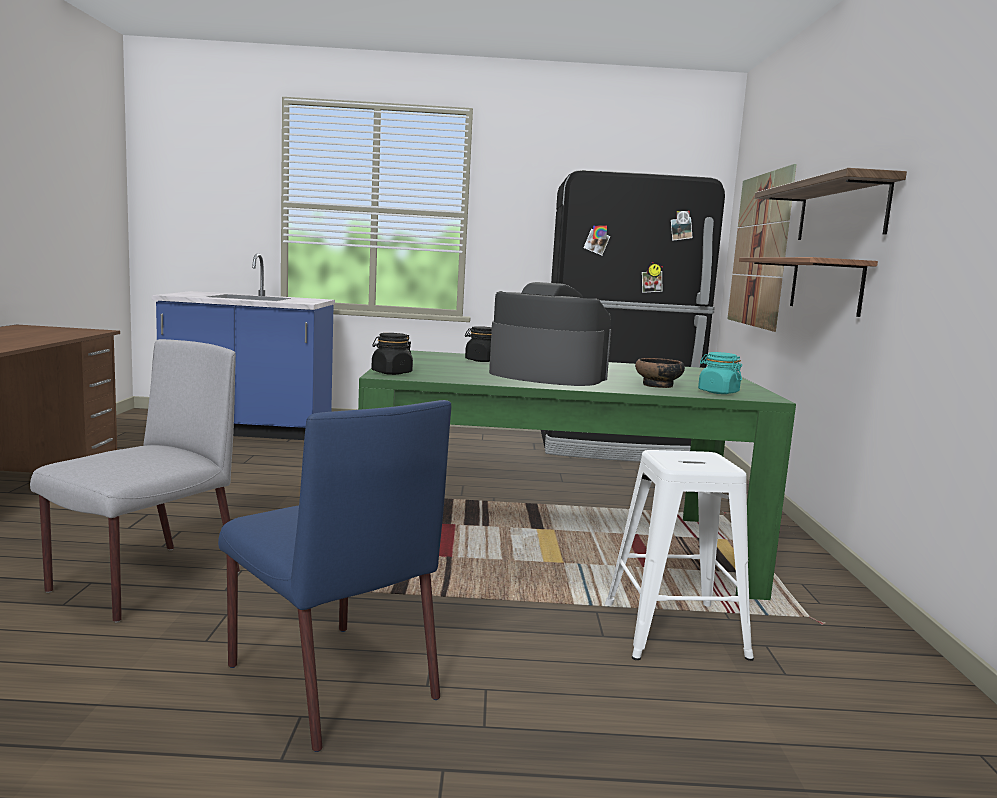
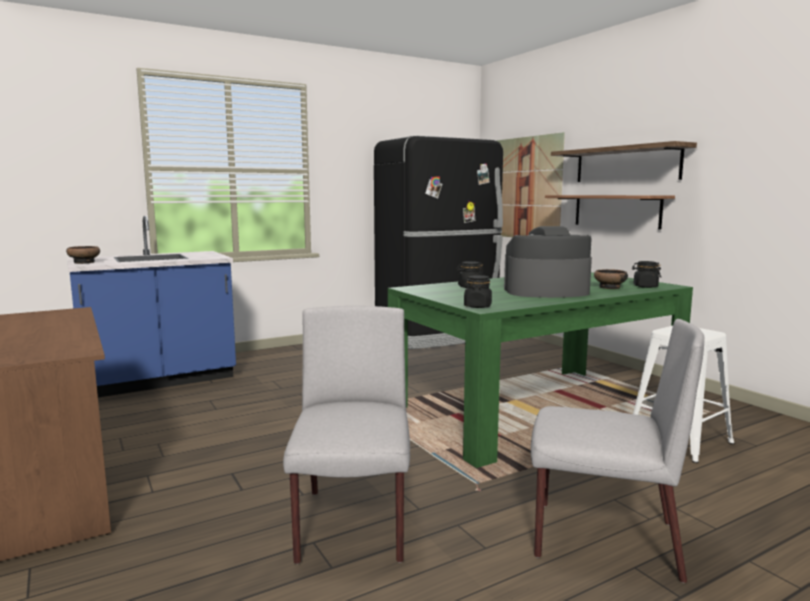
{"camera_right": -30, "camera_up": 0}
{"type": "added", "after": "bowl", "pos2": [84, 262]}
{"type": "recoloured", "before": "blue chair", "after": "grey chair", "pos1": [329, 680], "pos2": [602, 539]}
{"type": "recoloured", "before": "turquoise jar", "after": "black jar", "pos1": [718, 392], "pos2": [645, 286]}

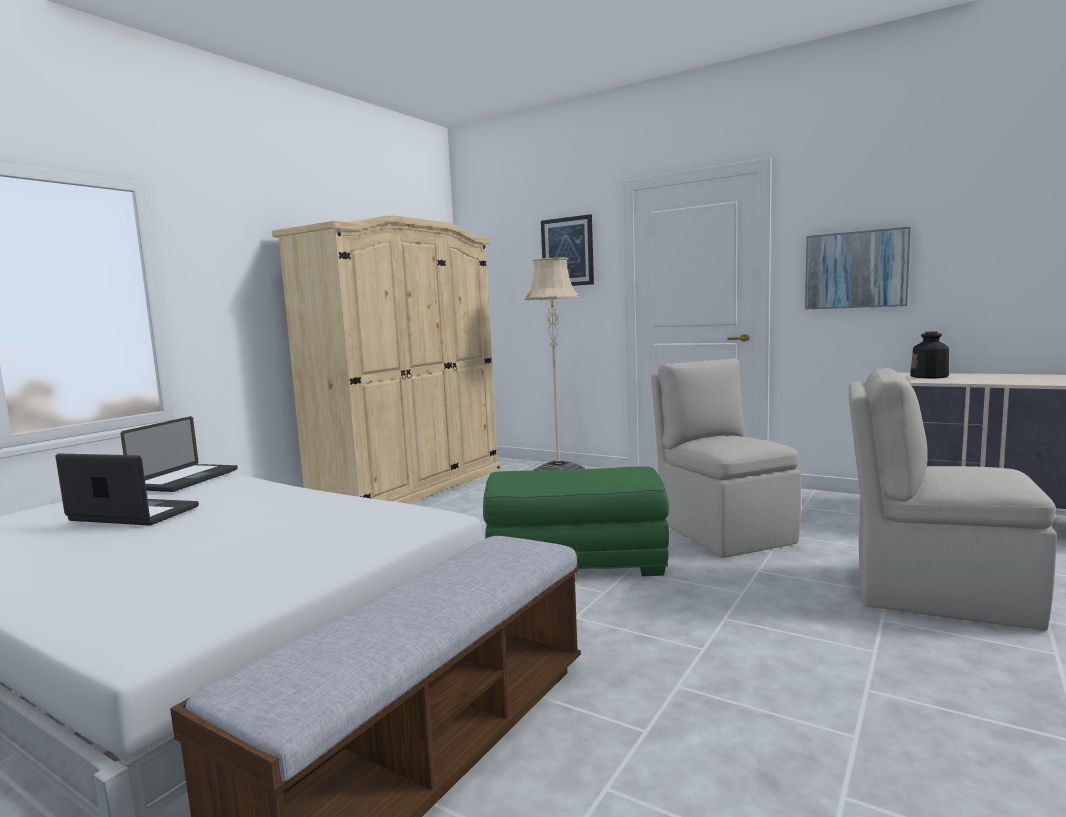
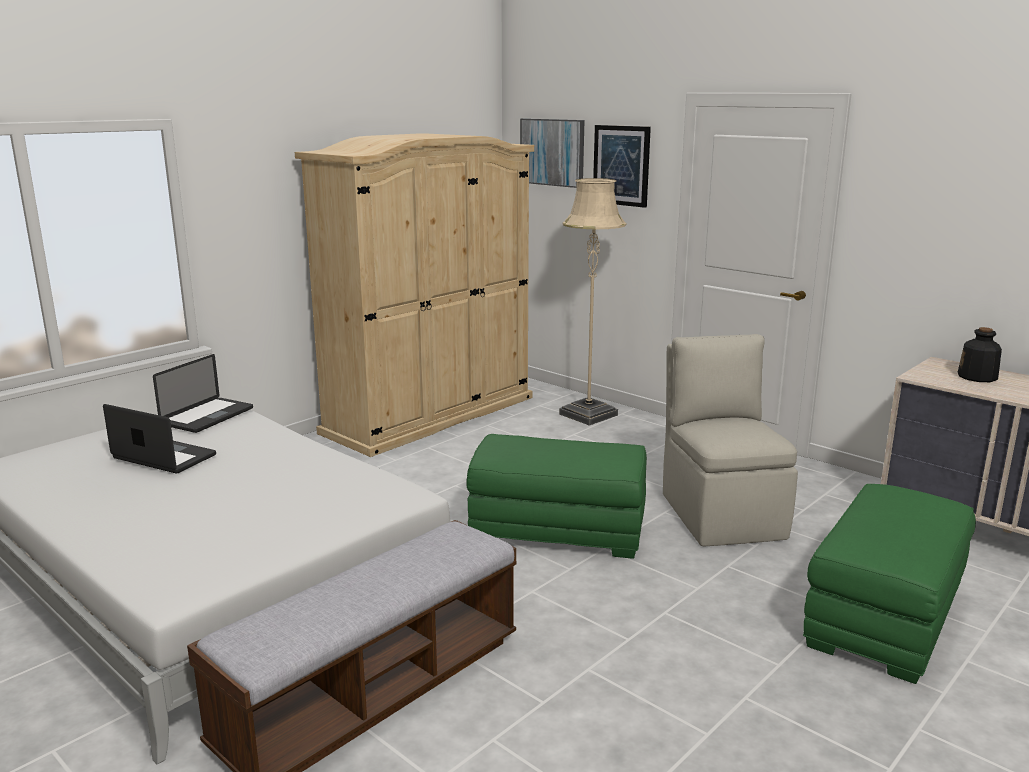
{"camera_right": 10, "camera_up": 10}
{"type": "moved", "before": "picture", "pos1": [856, 270], "pos2": [552, 152]}
{"type": "replaced", "before": "beige chair", "after": "green ottoman", "pos1": [935, 593], "pos2": [883, 616]}

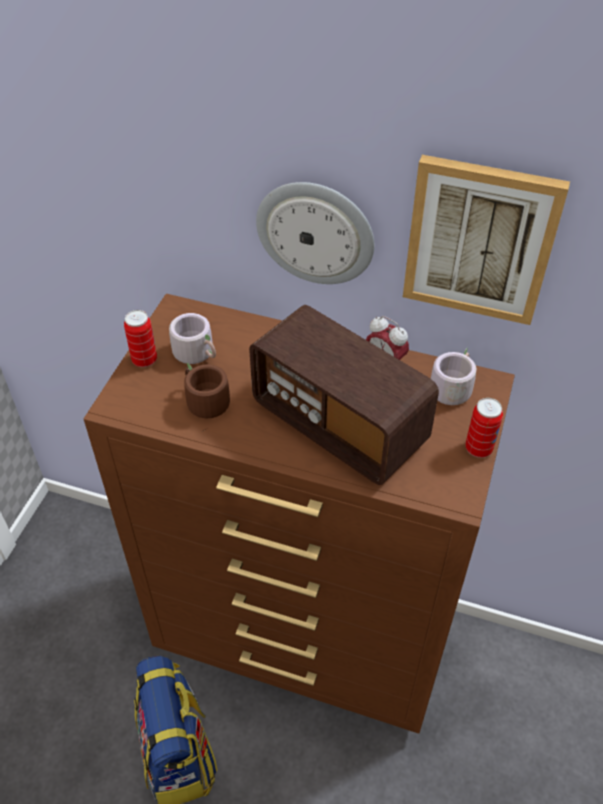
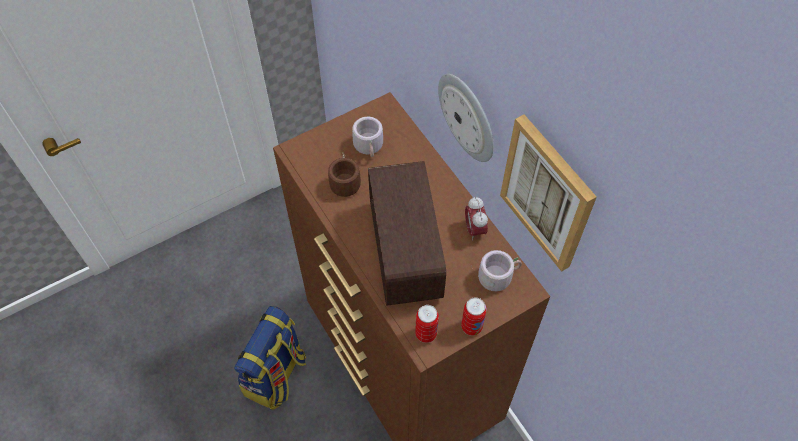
{"camera_right": 40, "camera_up": 10}
{"type": "moved", "before": "can", "pos1": [144, 360], "pos2": [426, 334]}

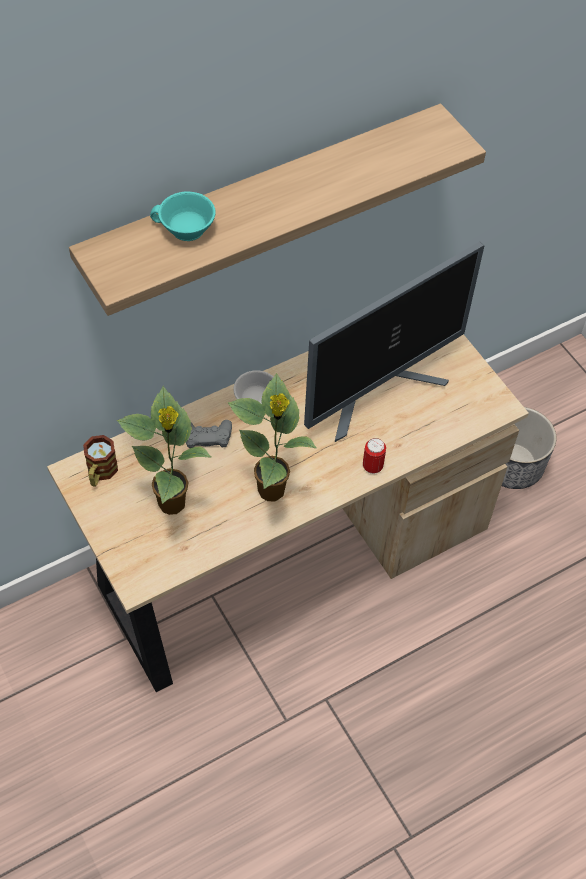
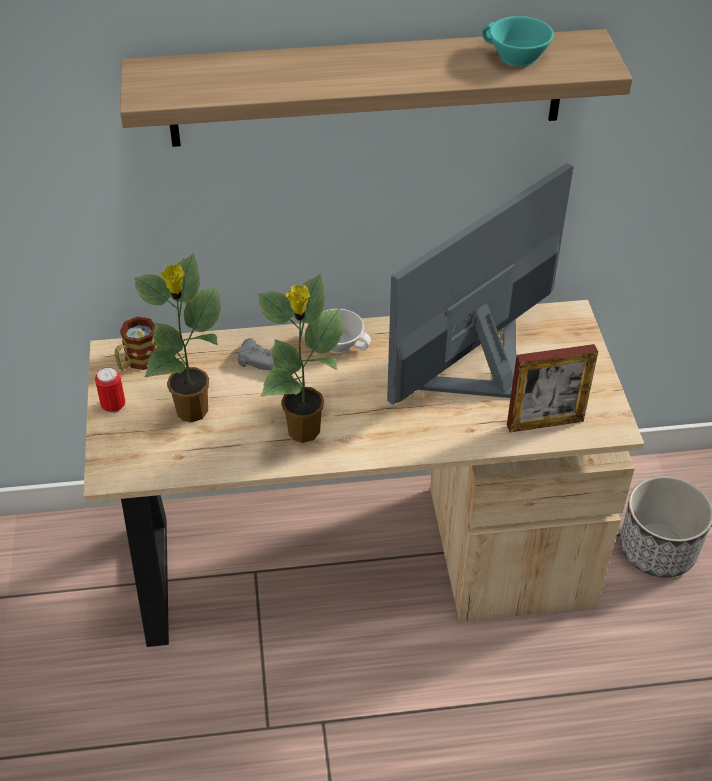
{"camera_right": 25, "camera_up": -10}
{"type": "added", "after": "picture frame", "pos2": [545, 423]}
{"type": "moved", "before": "turquoise cup", "pos1": [185, 230], "pos2": [515, 57]}
{"type": "moved", "before": "can", "pos1": [372, 466], "pos2": [113, 406]}
{"type": "turned", "before": "monitor", "pos1": [379, 390], "pos2": [478, 371], "turn": 150}

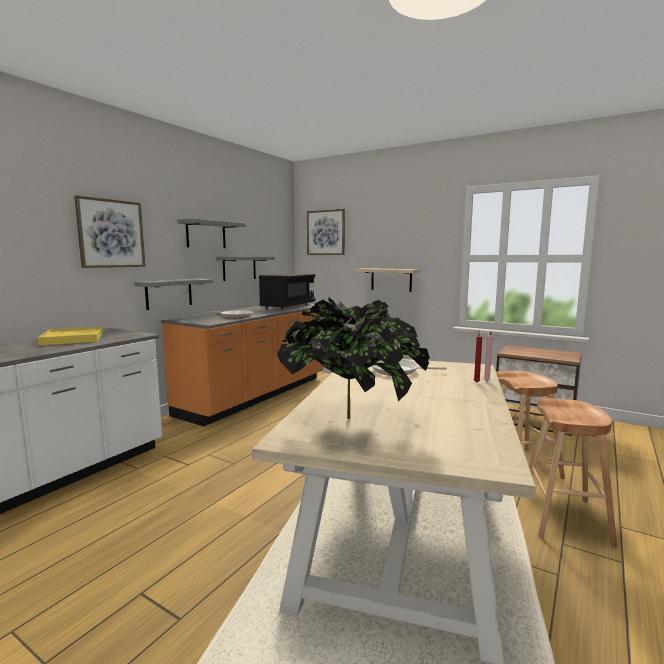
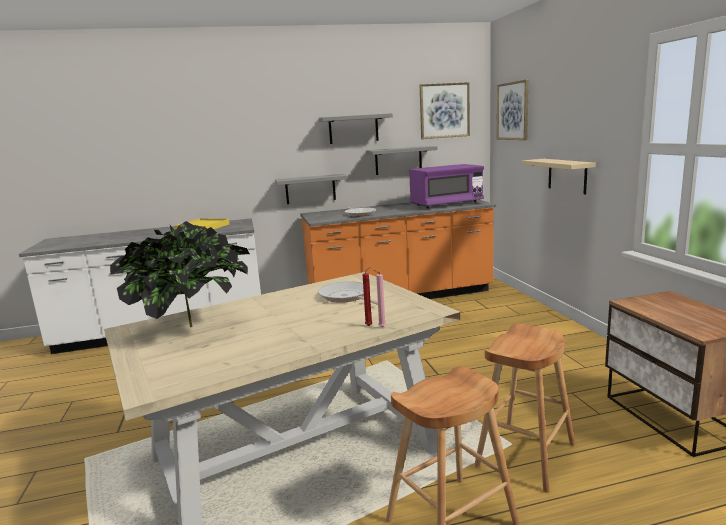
{"camera_right": 45, "camera_up": 5}
{"type": "moved", "before": "picture", "pos1": [111, 233], "pos2": [444, 110]}
{"type": "recoloured", "before": "black microwave", "after": "purple microwave", "pos1": [288, 306], "pos2": [446, 204]}

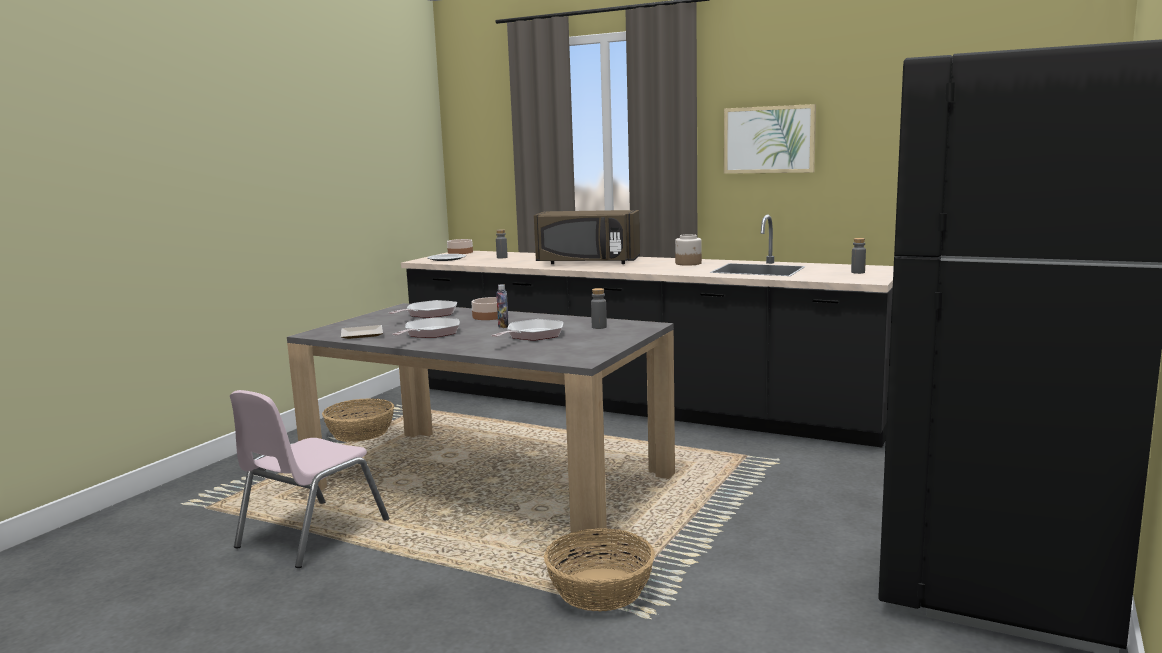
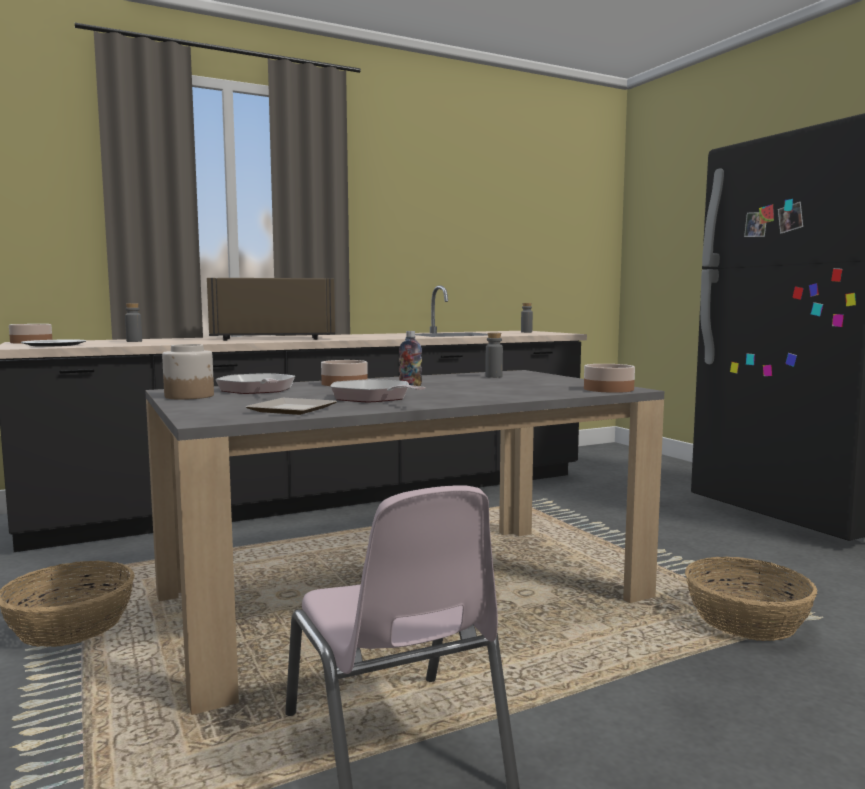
{"camera_right": -55, "camera_up": -5}
{"type": "removed", "before": "frying pan", "pos1": [532, 336]}
{"type": "removed", "before": "picture", "pos1": [769, 139]}
{"type": "added", "after": "bowl", "pos2": [609, 389]}
{"type": "moved", "before": "jar", "pos1": [688, 263], "pos2": [190, 396]}
{"type": "turned", "before": "brown microwave", "pos1": [587, 262], "pos2": [273, 338], "turn": -150}

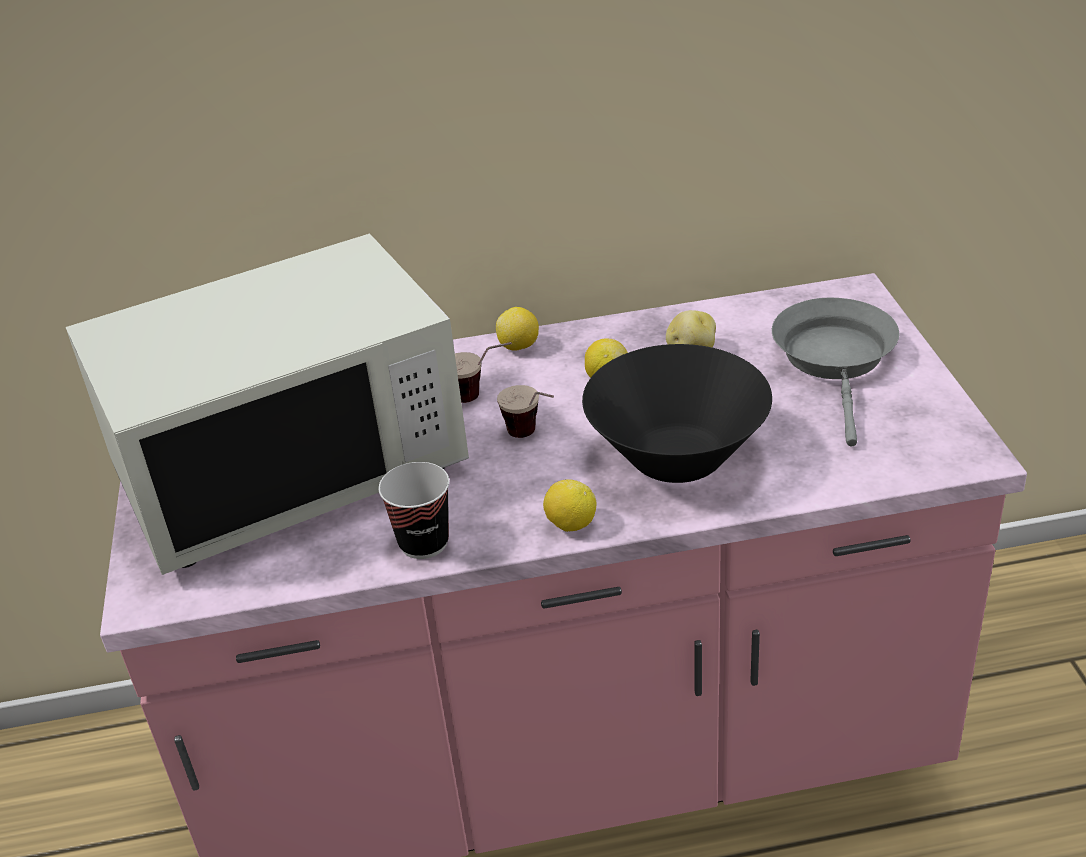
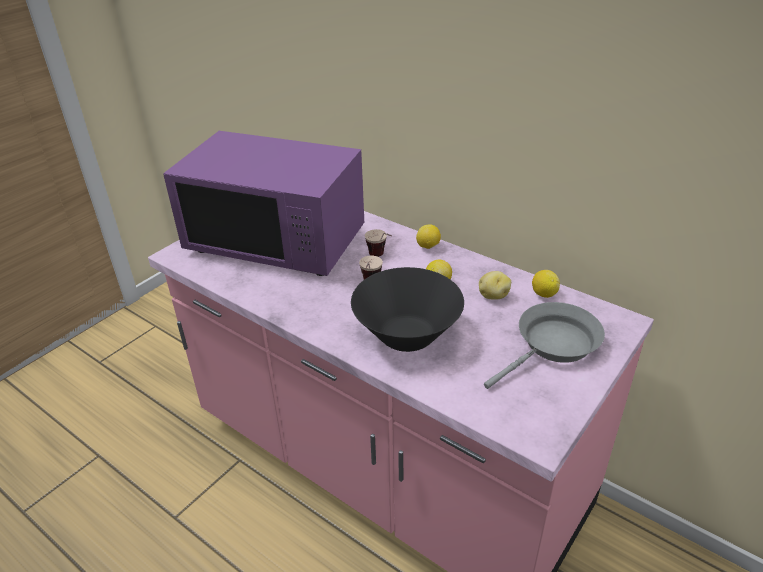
{"camera_right": 45, "camera_up": 0}
{"type": "removed", "before": "cup", "pos1": [424, 543]}
{"type": "moved", "before": "lemon", "pos1": [570, 524], "pos2": [543, 294]}
{"type": "recoloured", "before": "white microwave", "after": "purple microwave", "pos1": [292, 472], "pos2": [277, 242]}

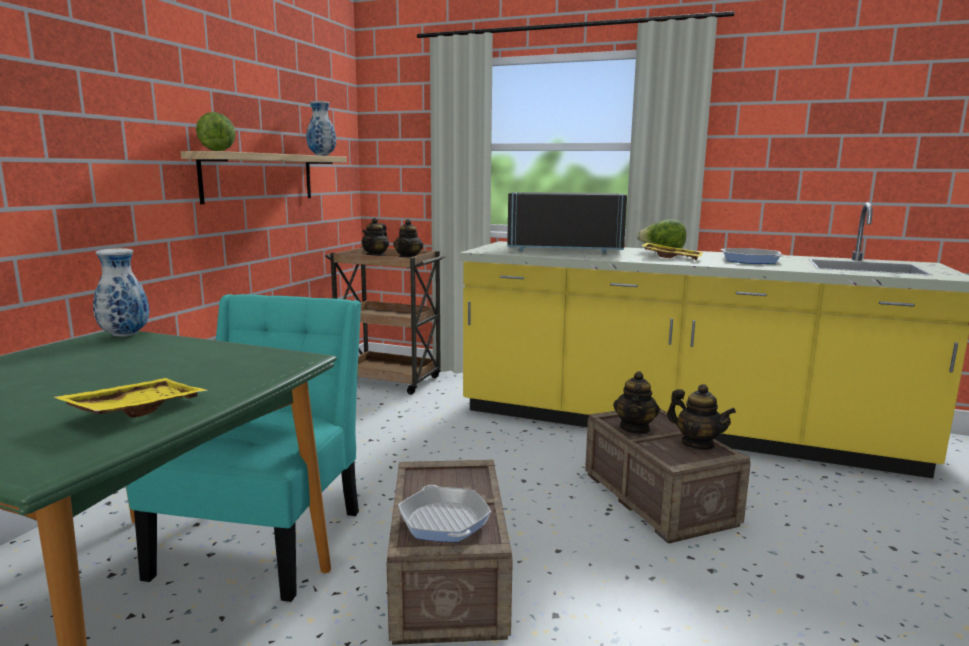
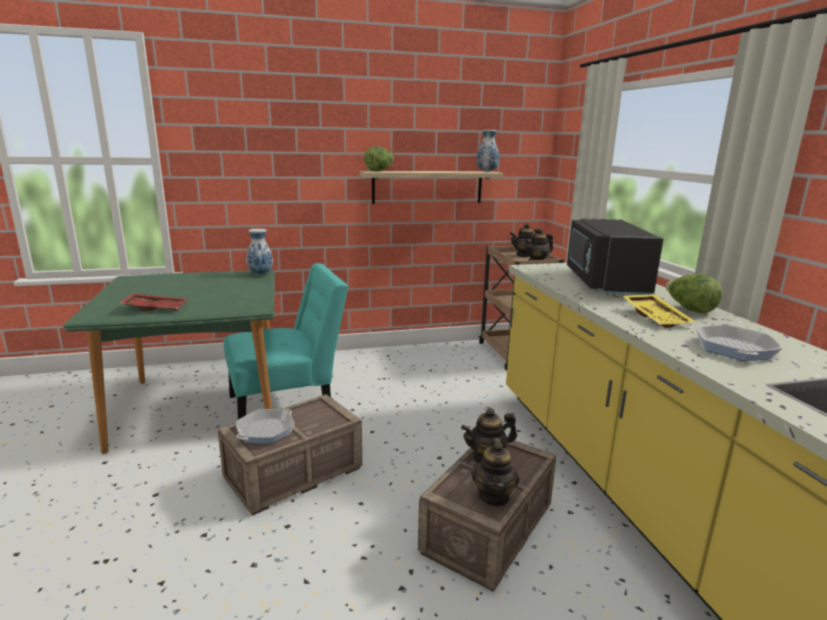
{"camera_right": 55, "camera_up": 5}
{"type": "recoloured", "before": "yellow tray", "after": "red tray", "pos1": [135, 410], "pos2": [156, 308]}
{"type": "turned", "before": "black microwave", "pos1": [565, 249], "pos2": [603, 282], "turn": -150}

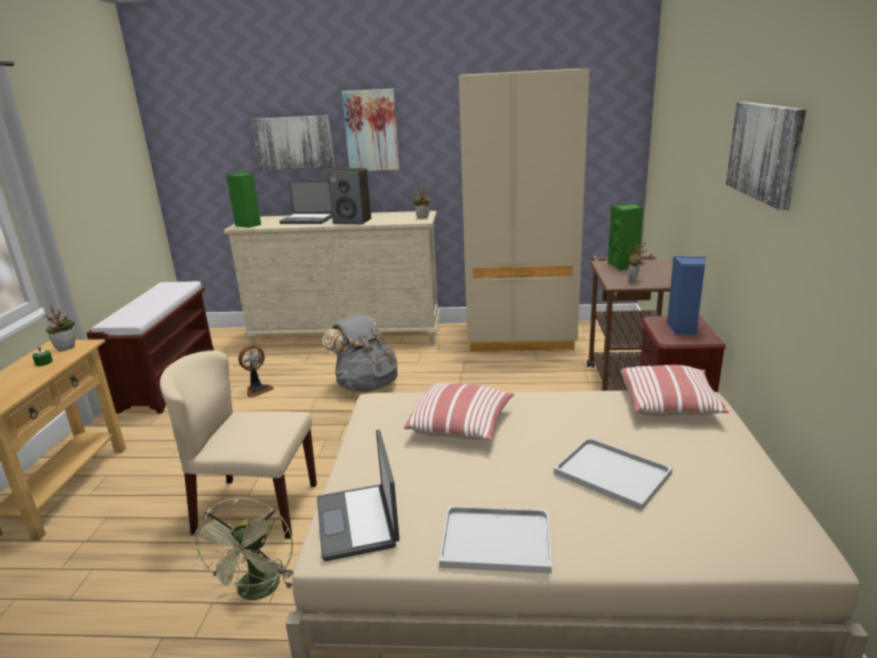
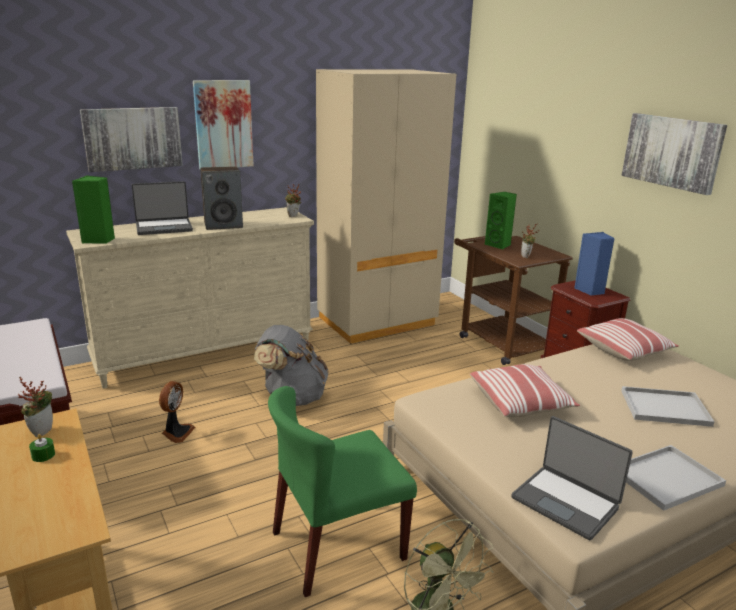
{"camera_right": -35, "camera_up": 0}
{"type": "recoloured", "before": "beige chair", "after": "green chair", "pos1": [256, 508], "pos2": [337, 546]}

